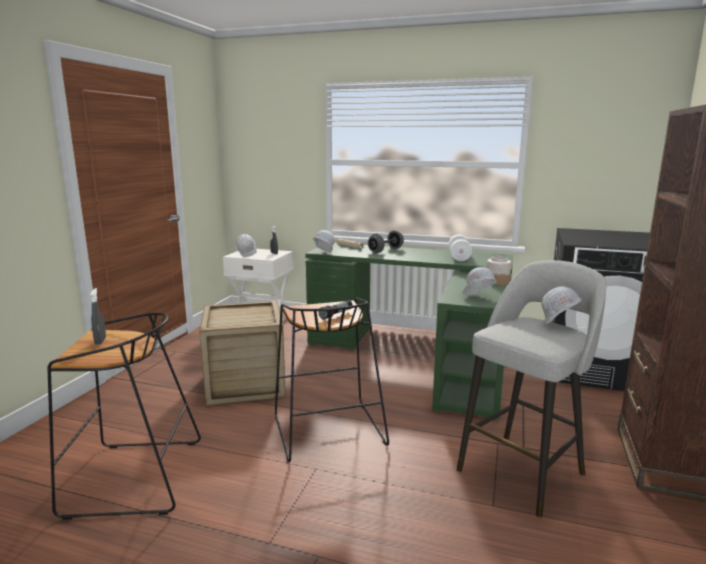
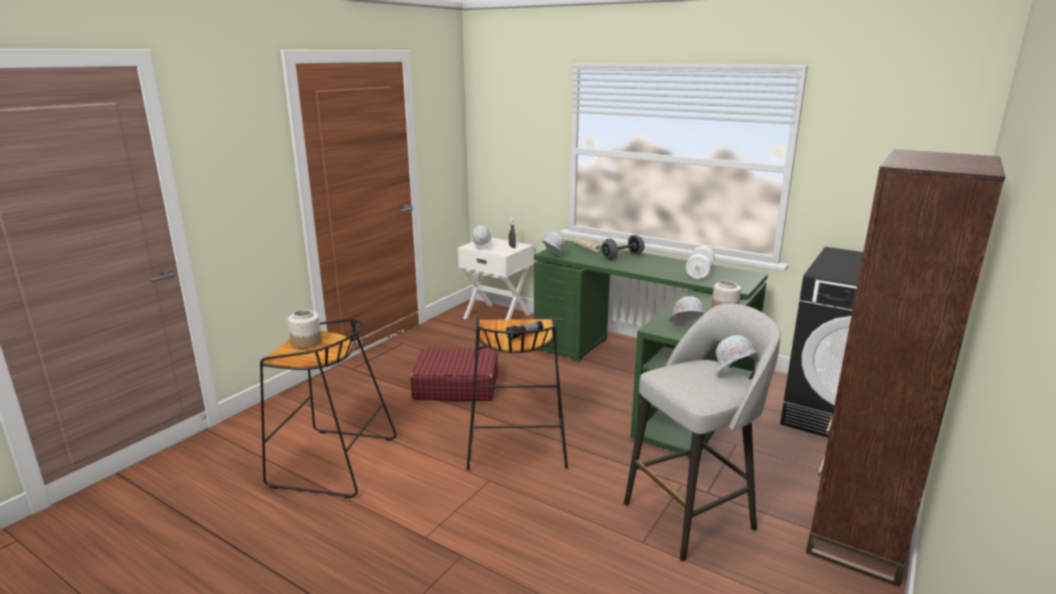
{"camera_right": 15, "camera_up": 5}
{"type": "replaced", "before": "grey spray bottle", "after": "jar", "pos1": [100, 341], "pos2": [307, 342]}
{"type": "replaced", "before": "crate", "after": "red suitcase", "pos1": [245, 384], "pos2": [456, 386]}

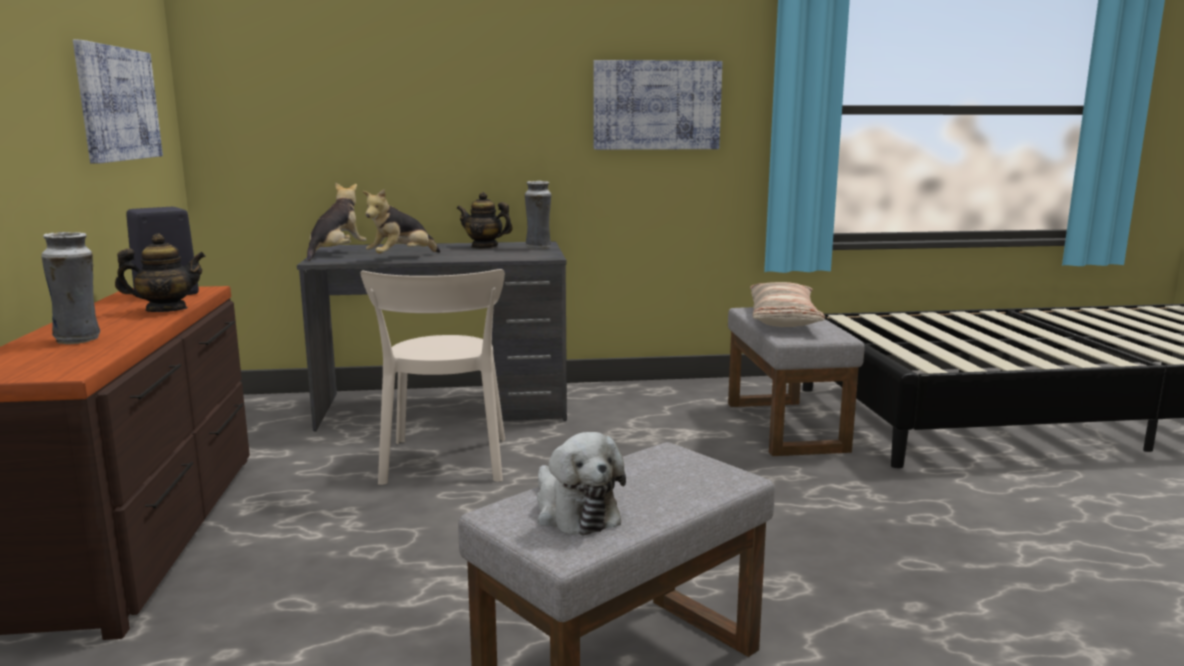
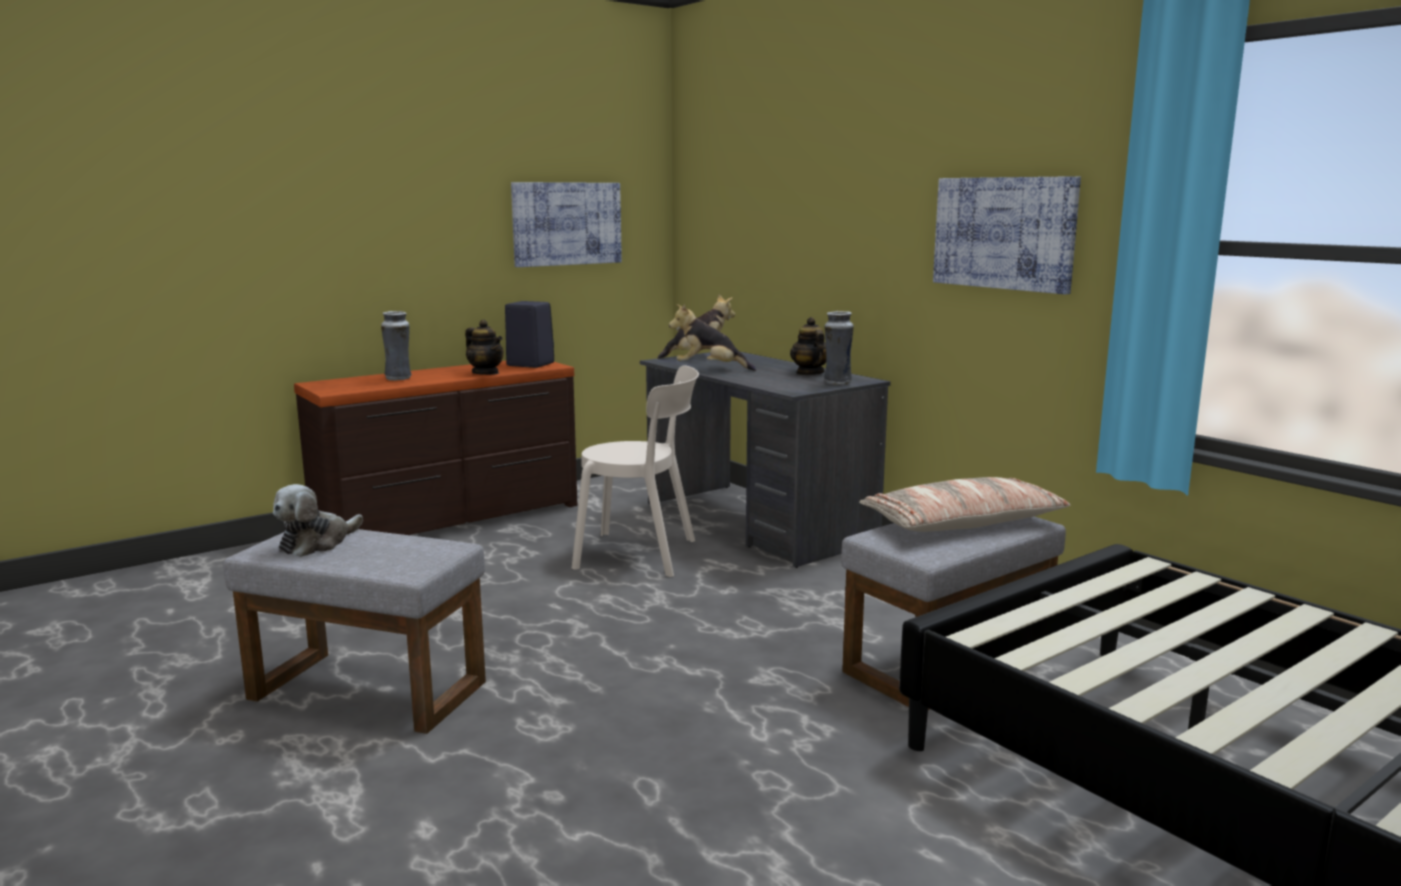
{"camera_right": 60, "camera_up": 0}
{"type": "turned", "before": "beige chair", "pos1": [445, 463], "pos2": [642, 555], "turn": -135}

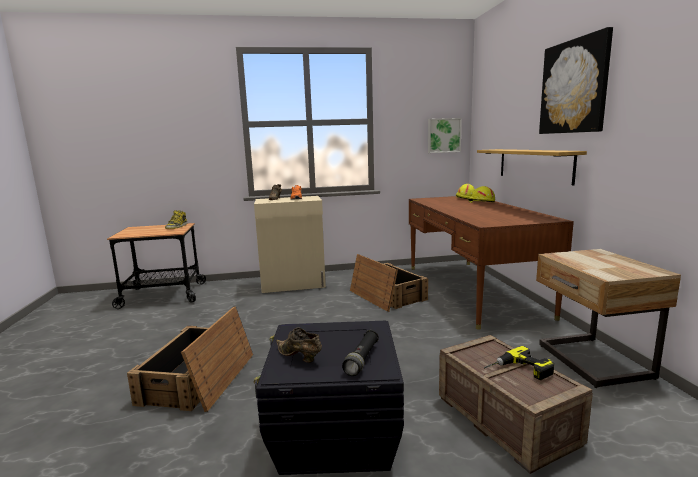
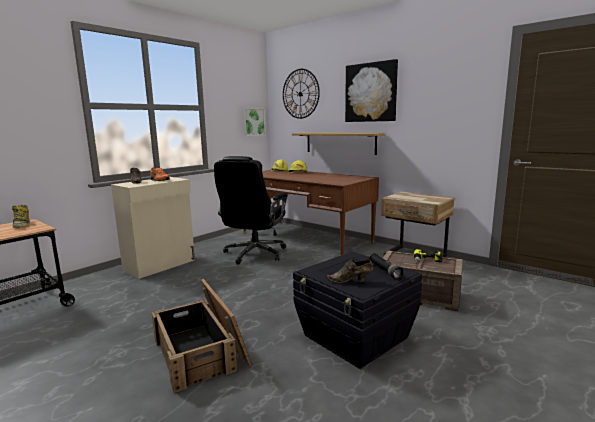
{"camera_right": -40, "camera_up": 0}
{"type": "added", "after": "wall clock", "pos2": [300, 94]}
{"type": "replaced", "before": "crate", "after": "black office chair", "pos1": [386, 295], "pos2": [254, 254]}

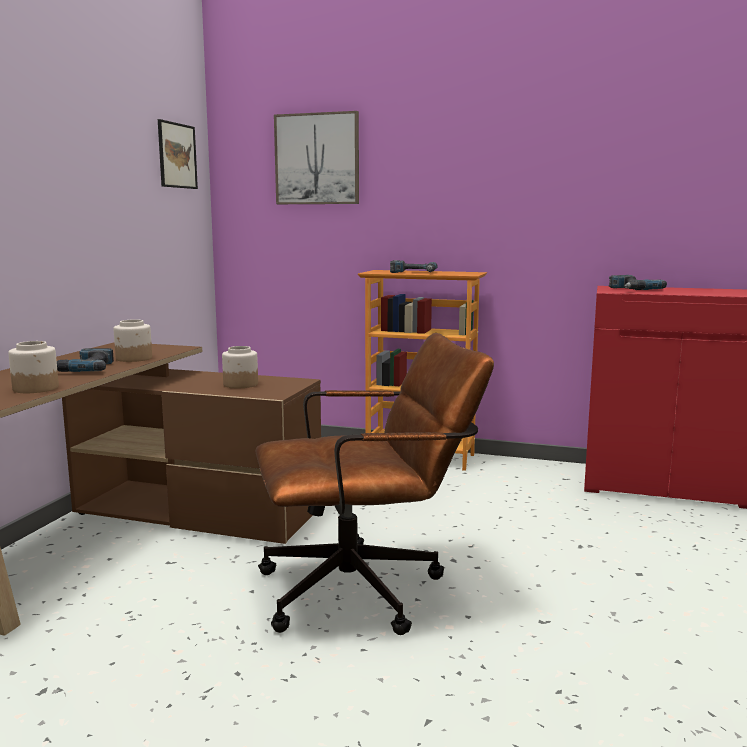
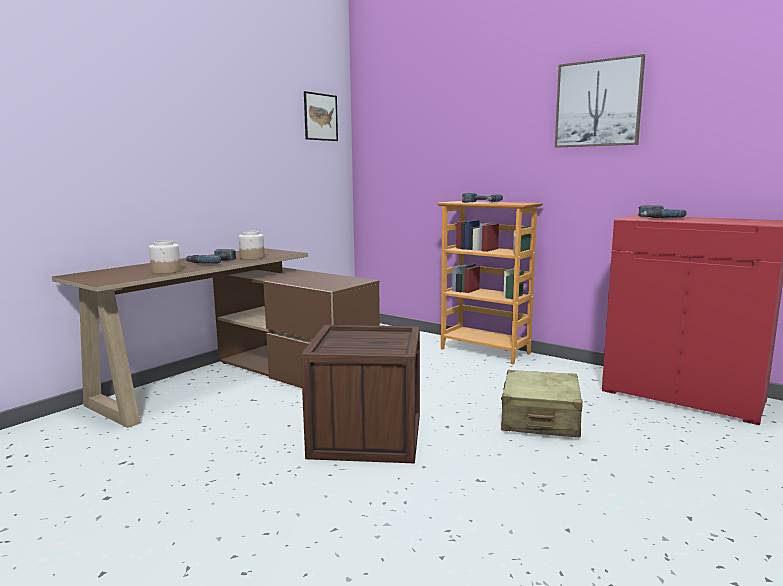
{"camera_right": 20, "camera_up": 0}
{"type": "removed", "before": "jar", "pos1": [240, 384]}
{"type": "added", "after": "beige suitcase", "pos2": [540, 418]}
{"type": "moved", "before": "picture", "pos1": [317, 159], "pos2": [598, 103]}
{"type": "replaced", "before": "brown office chair", "after": "crate", "pos1": [367, 589], "pos2": [366, 436]}

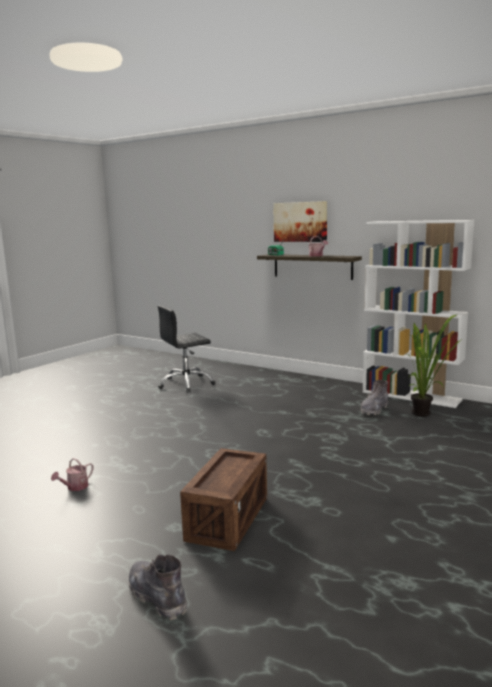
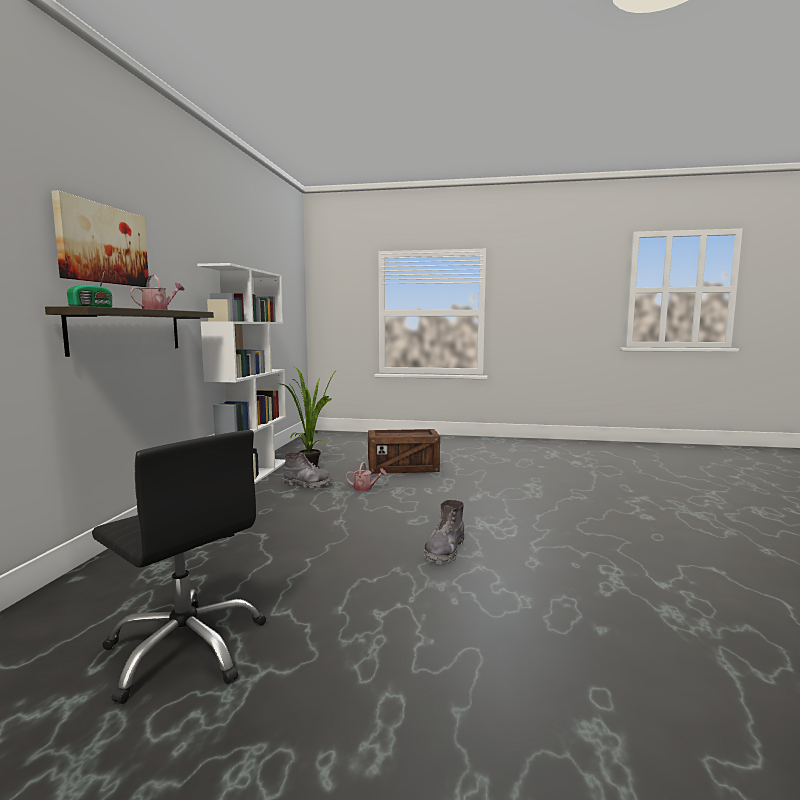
{"camera_right": -115, "camera_up": -5}
{"type": "moved", "before": "watering can", "pos1": [75, 487], "pos2": [365, 488]}
{"type": "moved", "before": "grey boot", "pos1": [157, 597], "pos2": [445, 551]}
{"type": "moved", "before": "crate", "pos1": [228, 519], "pos2": [403, 468]}

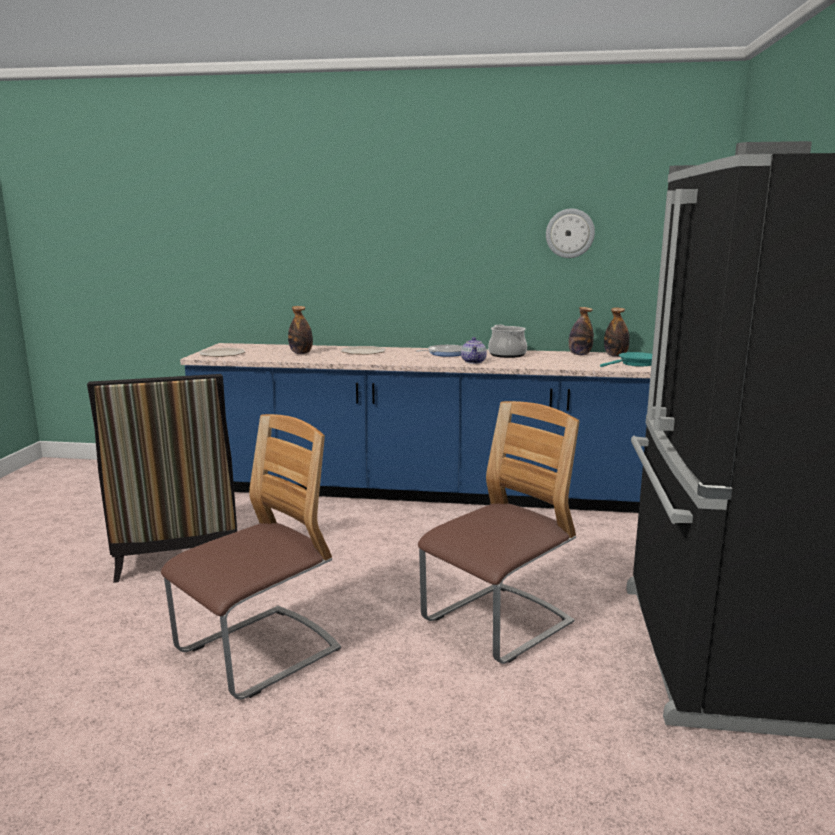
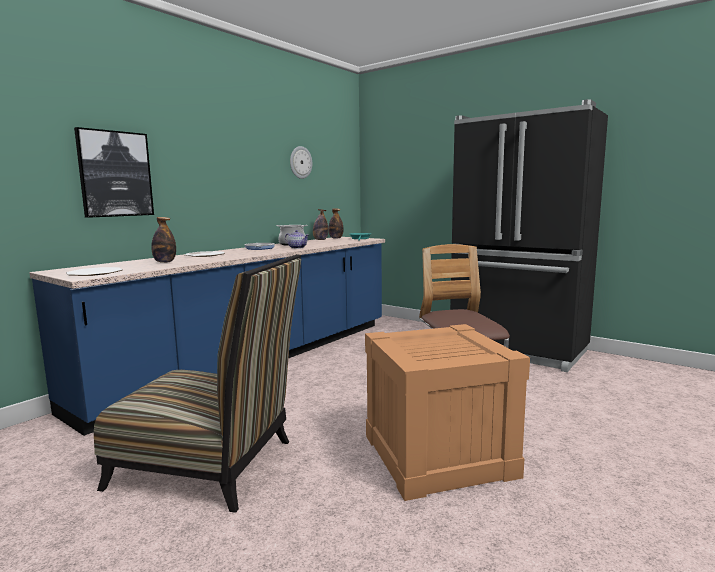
{"camera_right": -60, "camera_up": -5}
{"type": "added", "after": "picture", "pos2": [115, 174]}
{"type": "replaced", "before": "chair", "after": "crate", "pos1": [258, 653], "pos2": [438, 455]}

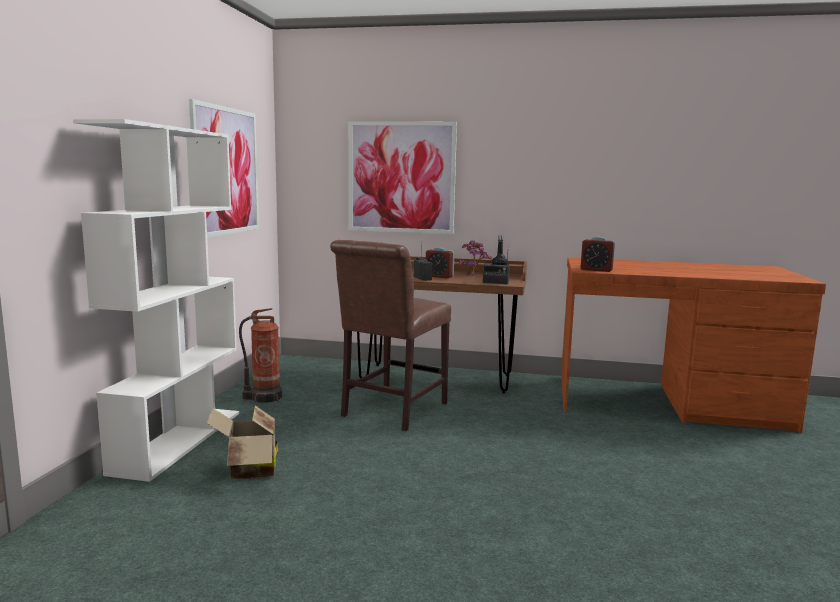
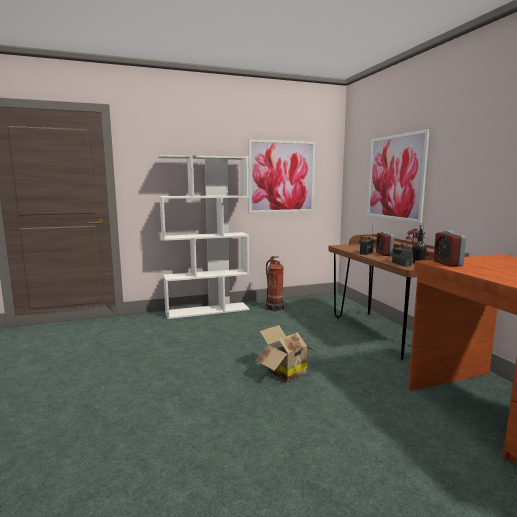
{"camera_right": 60, "camera_up": 0}
{"type": "removed", "before": "brown chair", "pos1": [391, 411]}
{"type": "moved", "before": "cardboard box", "pos1": [249, 471], "pos2": [284, 372]}

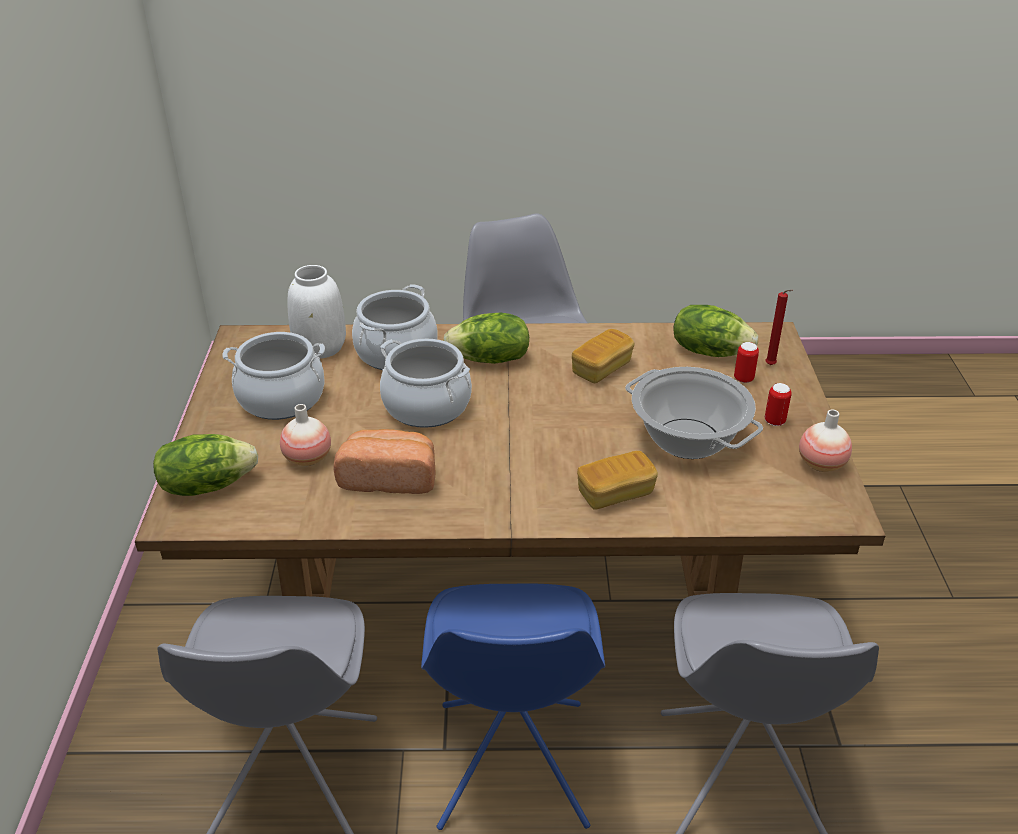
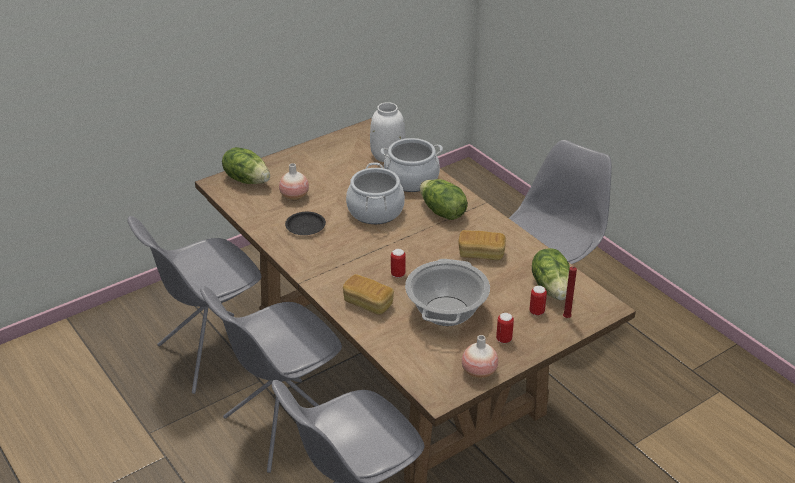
{"camera_right": 55, "camera_up": 0}
{"type": "removed", "before": "cooking pot", "pos1": [281, 398]}
{"type": "added", "after": "can", "pos2": [398, 274]}
{"type": "replaced", "before": "bread", "after": "black plate", "pos1": [389, 477], "pos2": [305, 226]}
{"type": "recoloured", "before": "blue chair", "after": "grey chair", "pos1": [511, 767], "pos2": [282, 426]}

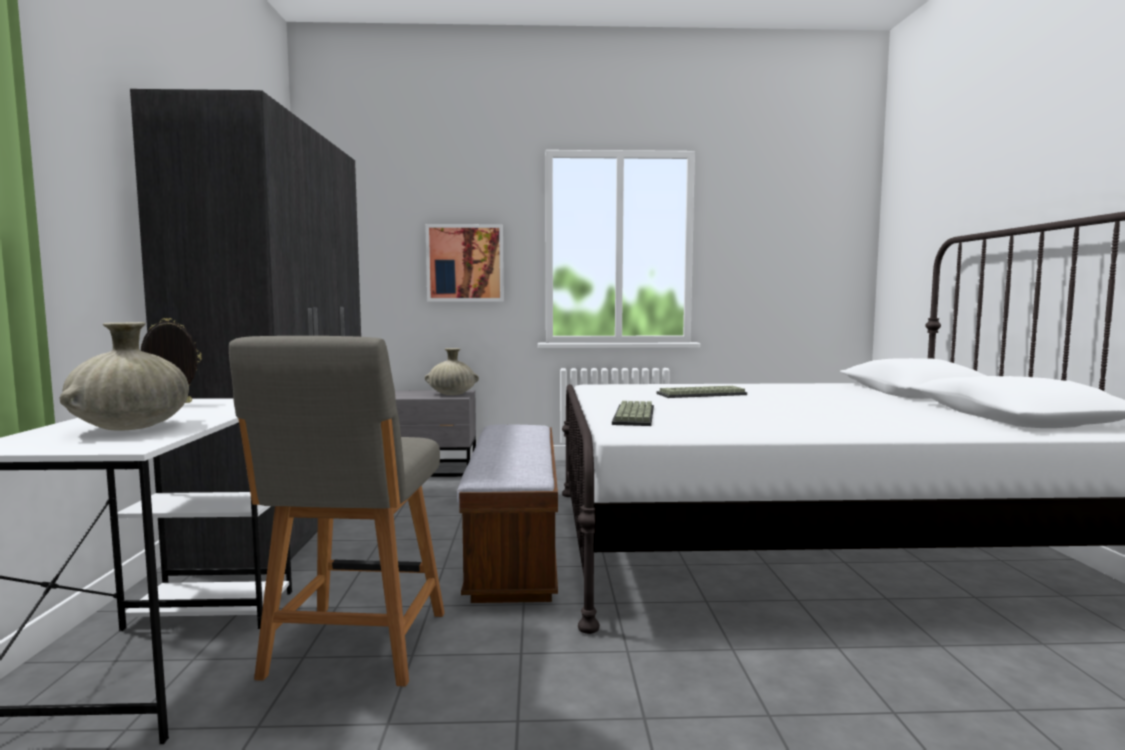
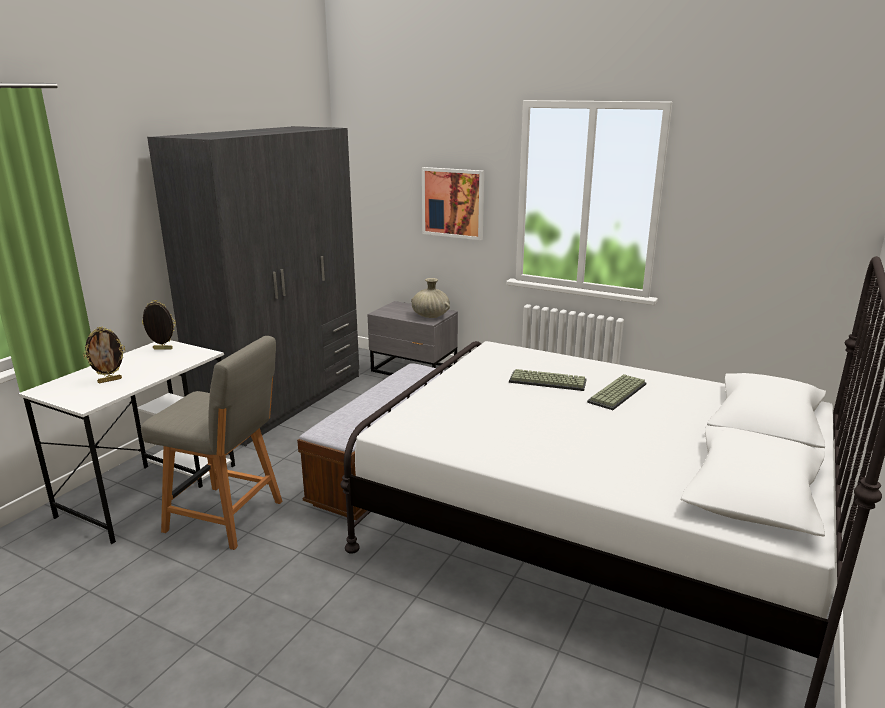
{"camera_right": 30, "camera_up": 15}
{"type": "moved", "before": "keyboard", "pos1": [636, 416], "pos2": [618, 394]}
{"type": "replaced", "before": "beige vase", "after": "picture frame", "pos1": [130, 428], "pos2": [110, 380]}
{"type": "turned", "before": "grey chair", "pos1": [355, 647], "pos2": [228, 517], "turn": -105}

